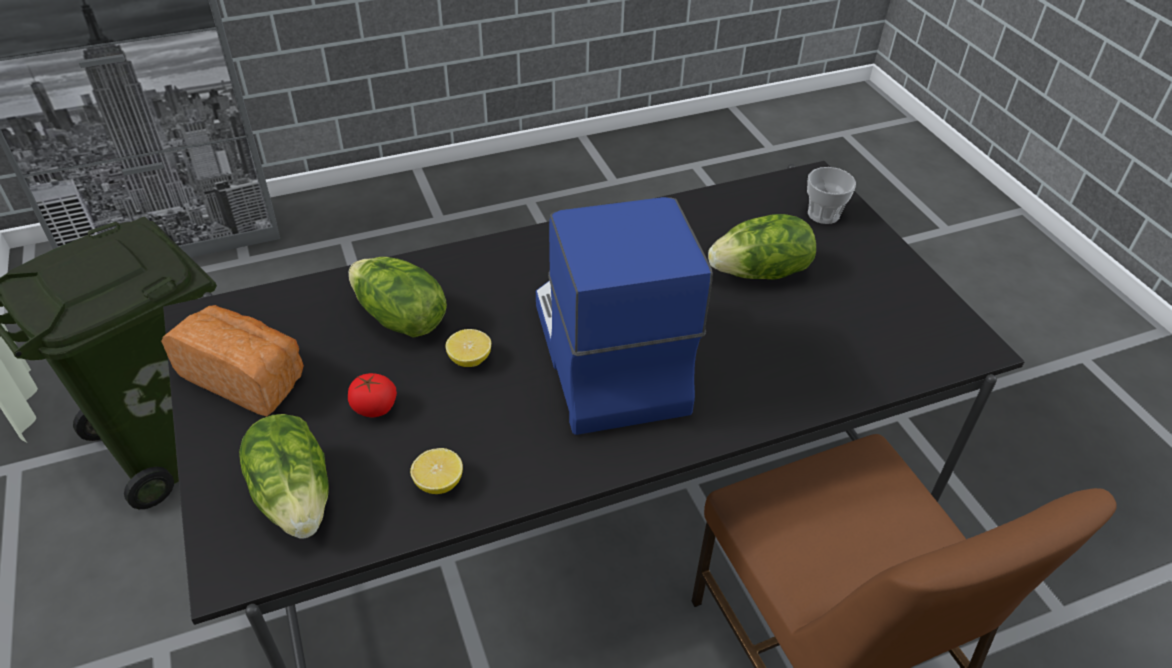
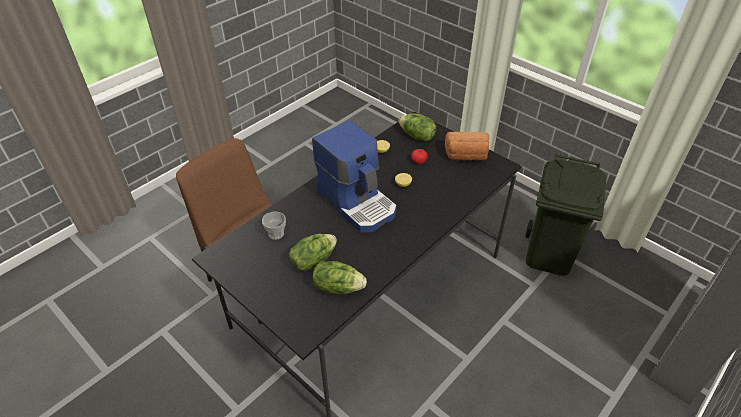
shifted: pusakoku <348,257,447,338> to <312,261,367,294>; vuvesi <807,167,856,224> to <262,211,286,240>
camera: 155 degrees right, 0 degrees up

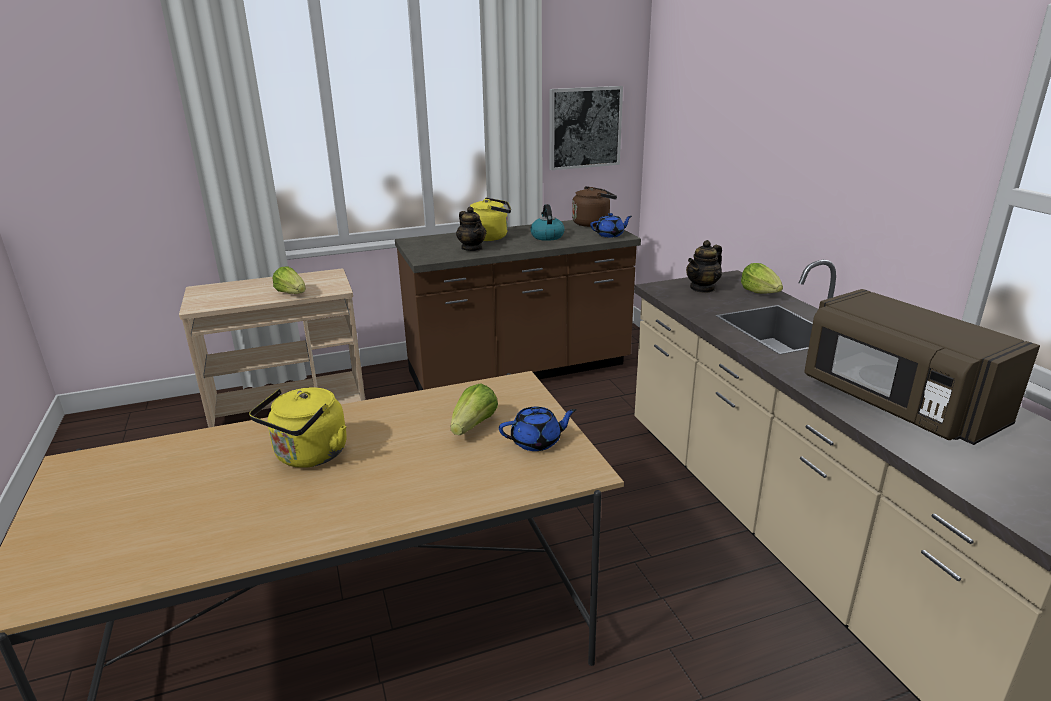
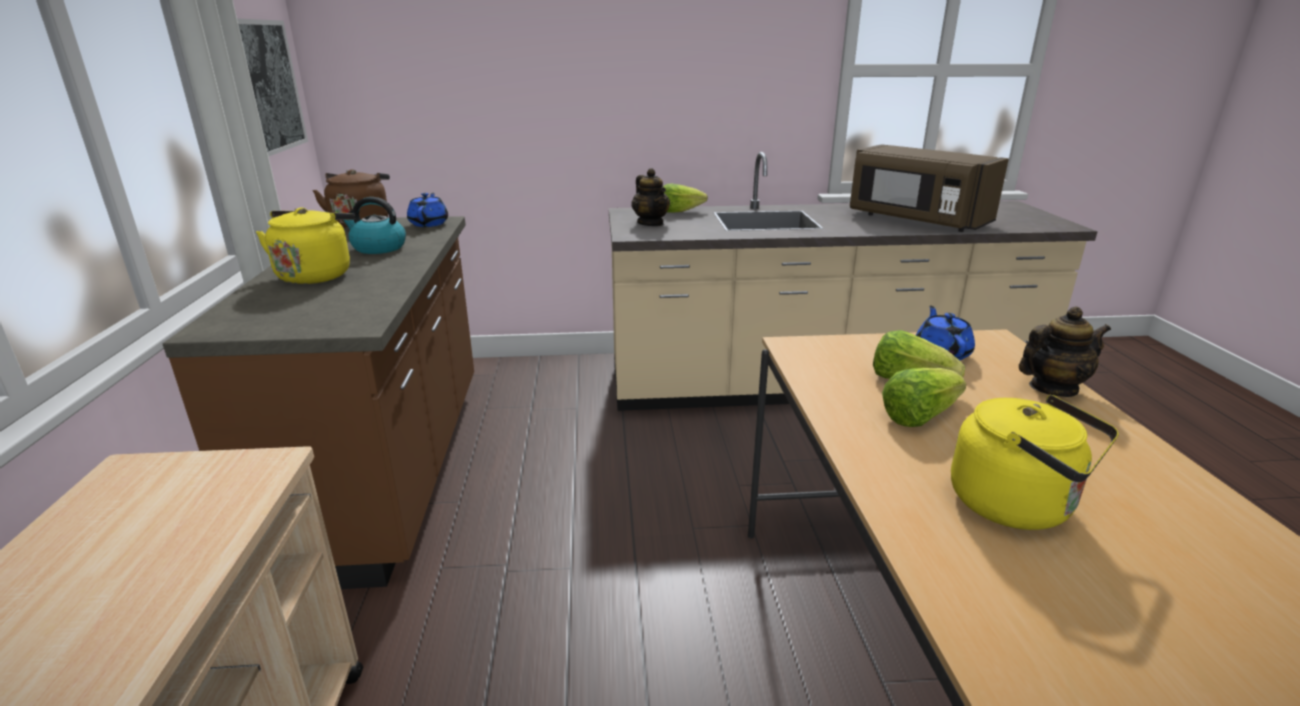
shifted: pusakoku <273,266,306,294> to <882,368,967,427>; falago <456,207,486,251> to <1019,306,1111,397>
rotated: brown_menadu <804,289,1040,445> = <850,144,1009,232> 60 degrees clockwise
camera: 75 degrees left, 0 degrees up

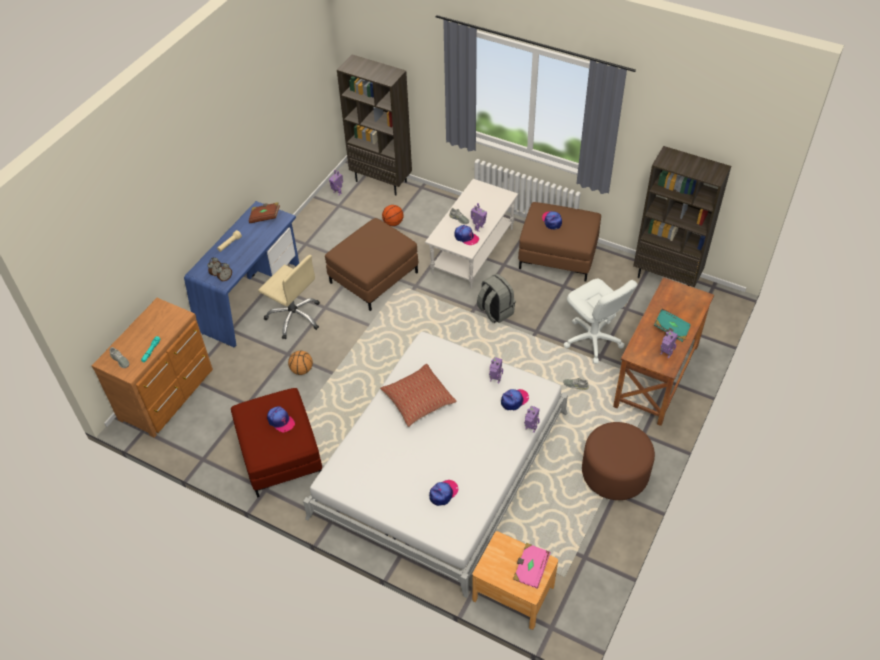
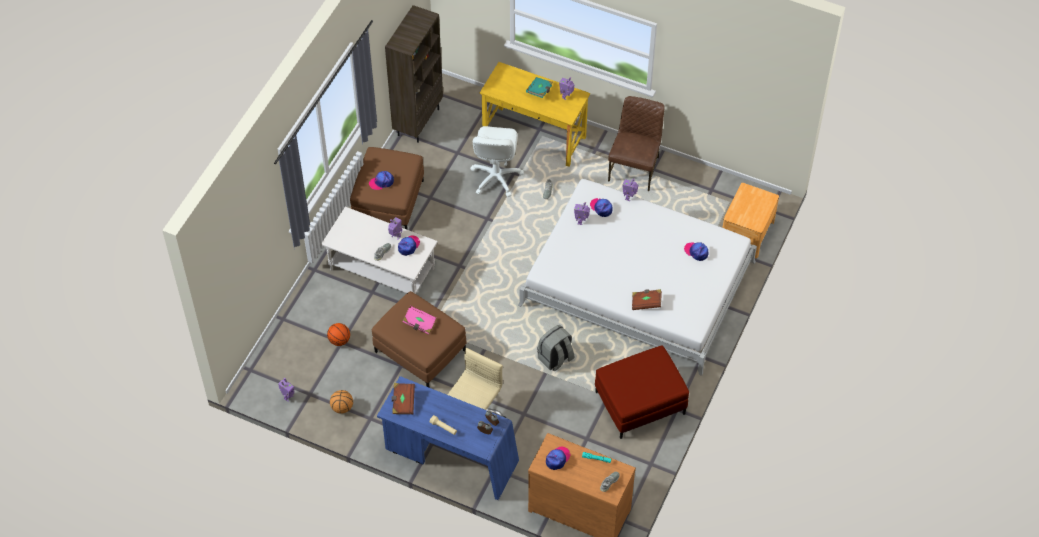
gone: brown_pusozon <337,54,412,195>; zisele <380,364,457,427>
new: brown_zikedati <632,289,662,310>
shifted: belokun <267,406,295,432> to <546,447,570,470>; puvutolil <288,351,313,375> to <330,390,353,414>; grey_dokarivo <477,274,516,323> to <537,325,575,371>; pink_zikedati <513,543,551,589> to <403,305,436,335>
swapped: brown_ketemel <582,422,655,500> to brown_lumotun <608,96,665,191>
repainted: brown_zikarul <613,277,714,426> to yellow_zikarul <480,62,590,167>
rotated: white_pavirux <563,279,638,364> = <470,126,524,197> 135 degrees clockwise
camera: 95 degrees left, 5 degrees up

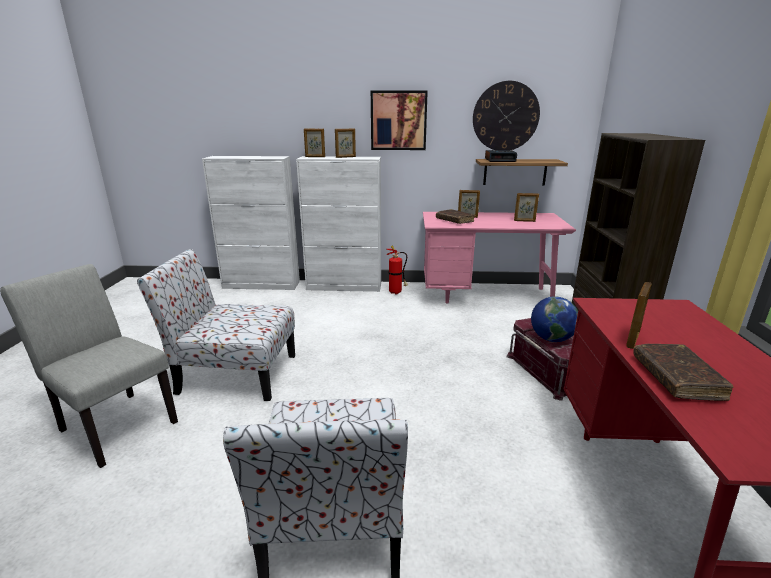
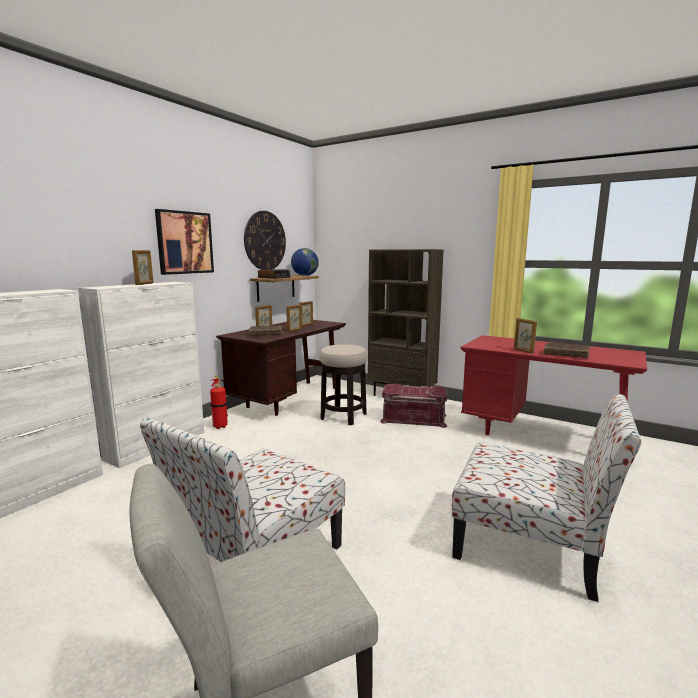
new: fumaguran <319,344,368,425>
shifted: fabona <304,129,325,157> to <286,305,302,332>; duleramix <531,296,578,342> to <291,248,319,276>
repainted: pink_zikarul <423,212,576,304> to brown_zikarul <216,320,346,416>
camera: 60 degrees left, 10 degrees down

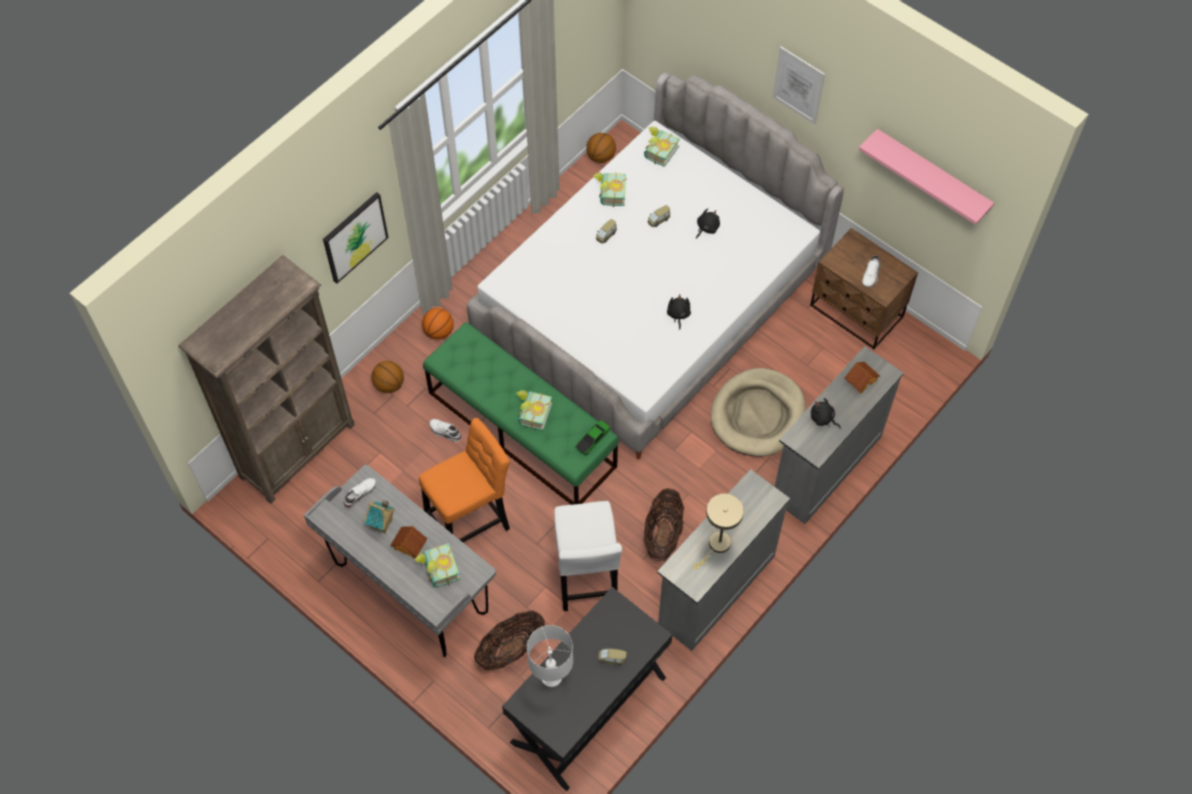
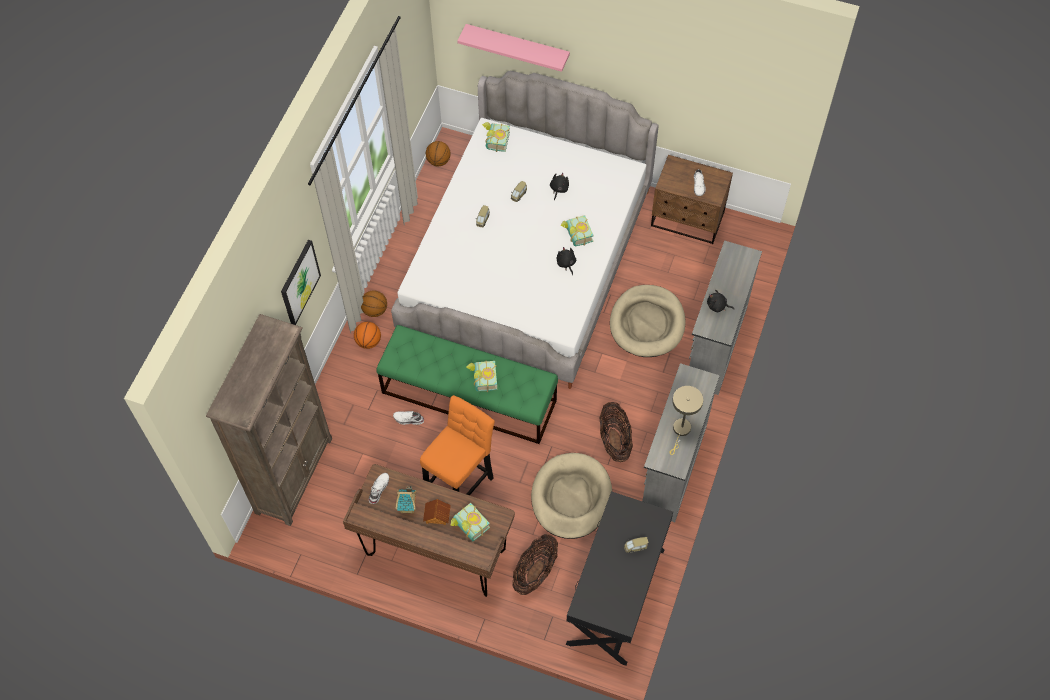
gone: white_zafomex <527,625,573,687>; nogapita <575,420,610,455>; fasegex <773,47,825,124>; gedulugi <845,362,880,393>
shifted: puvutolil <371,361,404,393> to <361,290,387,317>; zikedati <593,172,627,207> to <561,215,594,247>; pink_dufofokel <859,129,994,225> to <457,24,570,72>
swapped: white_fumaguran <554,501,622,611> to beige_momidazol <531,453,612,539>
repainted: grey_zikarul <304,465,496,657> to brown_zikarul <343,464,515,597>
camera: 20 degrees left, 0 degrees up

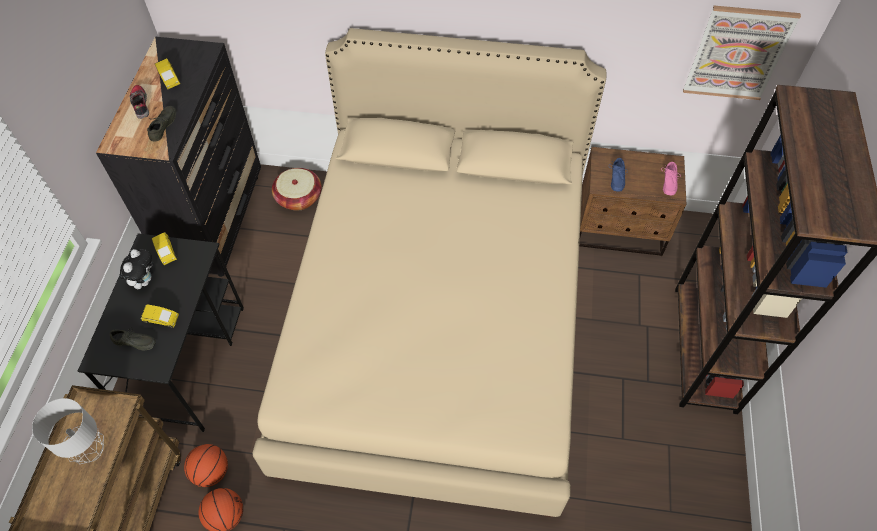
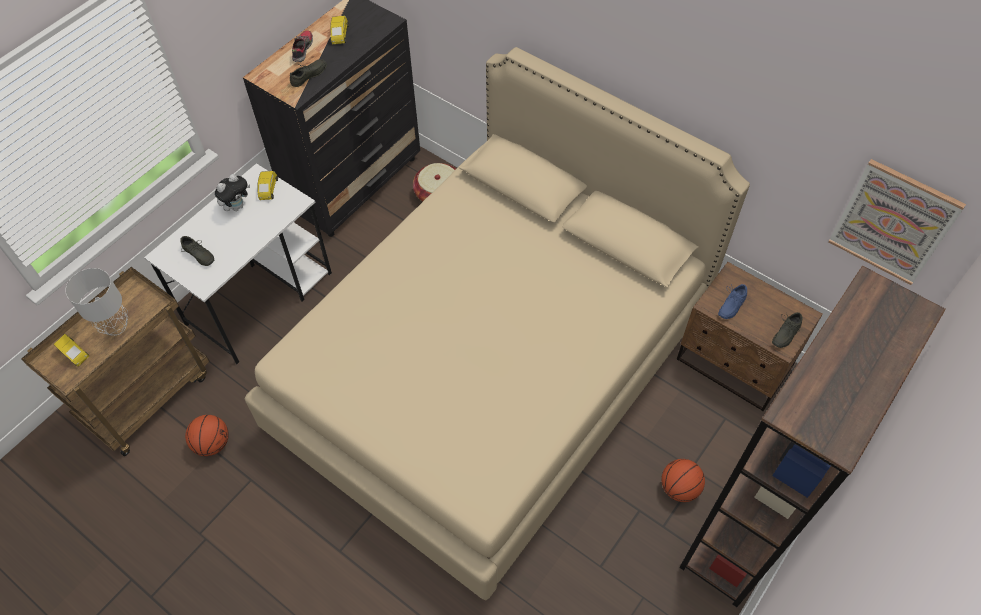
shifted: yellow_nogapita <141,304,179,328> to <53,334,90,367>; puvutolil <184,444,228,487> to <661,459,705,502>
repainted: black_zikarul <78,233,244,432> to white_zikarul <144,163,332,364>; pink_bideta <661,162,681,195> to grey_bideta <772,312,802,348>
camera: 30 degrees right, 0 degrees up

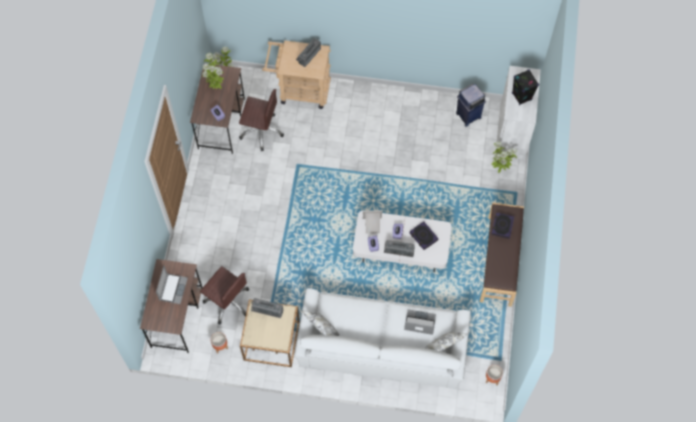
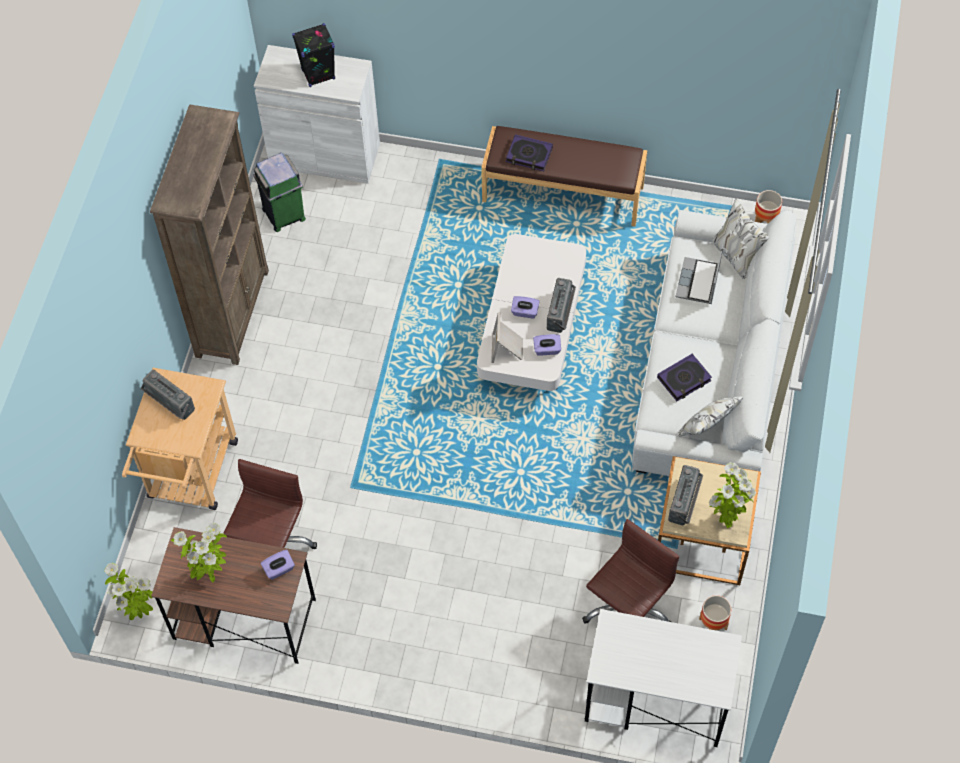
gone: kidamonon <156,266,188,304>
new: brown_pusozon <150,104,269,365>
shifted: zikedati <409,221,439,250> to <657,354,712,401>; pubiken <491,142,517,173> to <709,462,756,528>
repainted: brown_zikarul <140,259,203,353> to white_zikarul <585,609,742,747>; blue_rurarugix <456,83,486,127> to green_rurarugix <253,153,306,232>
camera: 85 degrees left, 5 degrees down

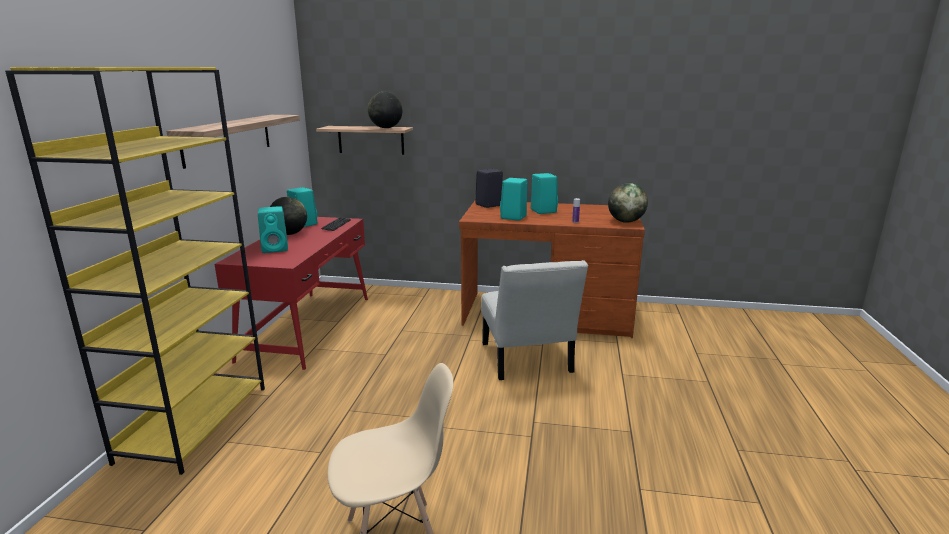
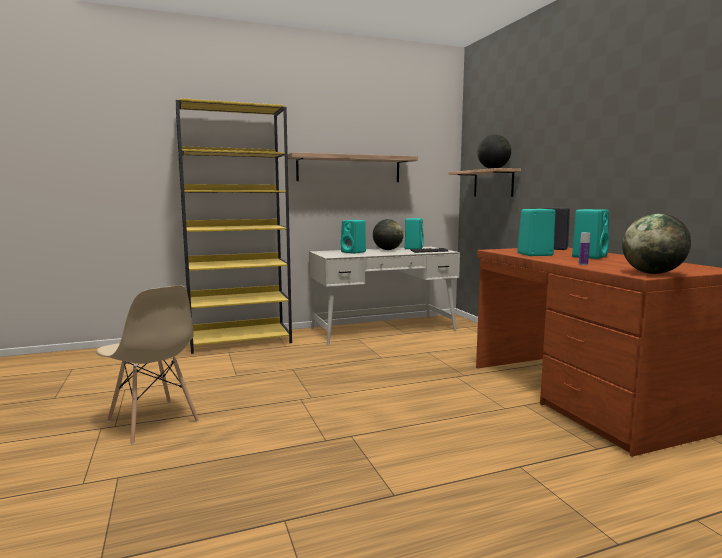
gone: white_lumotun <481,260,588,380>
repainted: red_zikarul <214,217,368,370> to white_zikarul <309,247,460,345>
camera: 60 degrees right, 10 degrees down

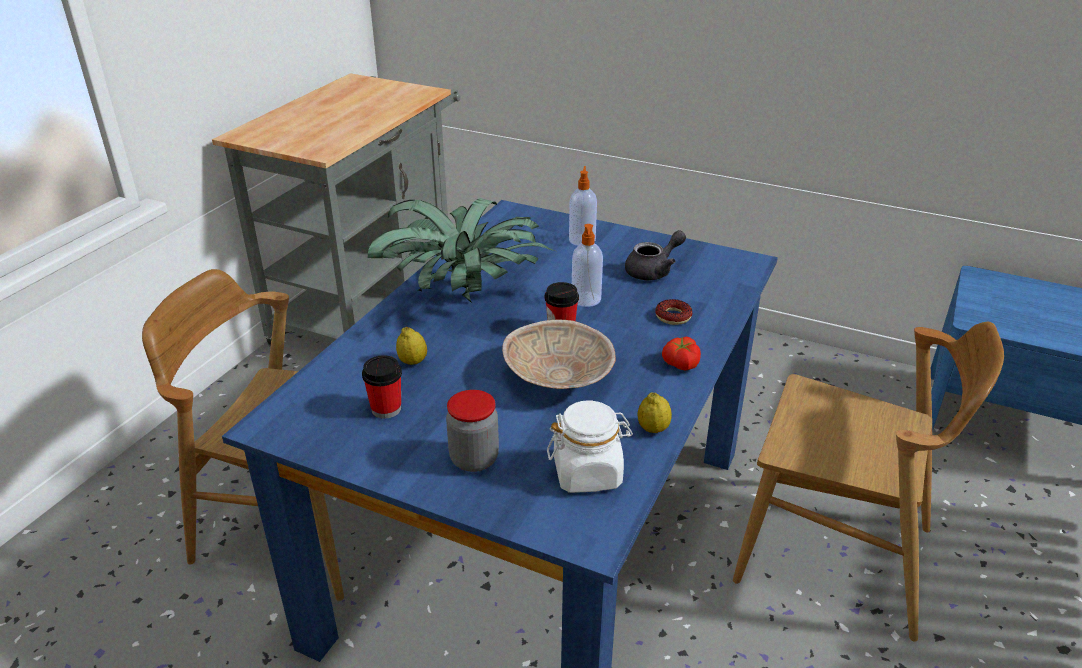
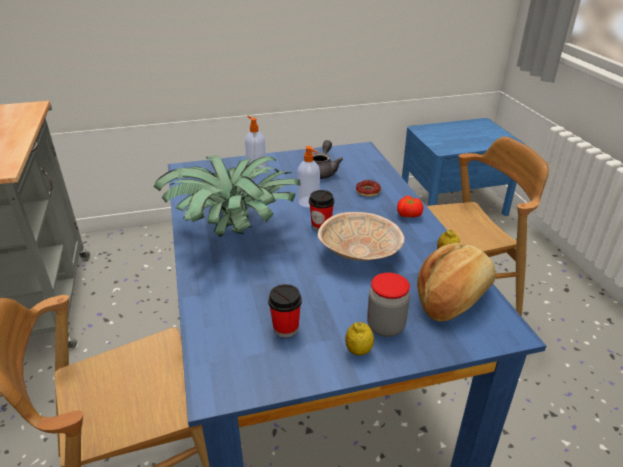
shifted: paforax <396,327,427,365> to <345,322,374,356>
swapped: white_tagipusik <547,400,633,493> to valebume <417,243,496,322>
camera: 40 degrees left, 0 degrees up

